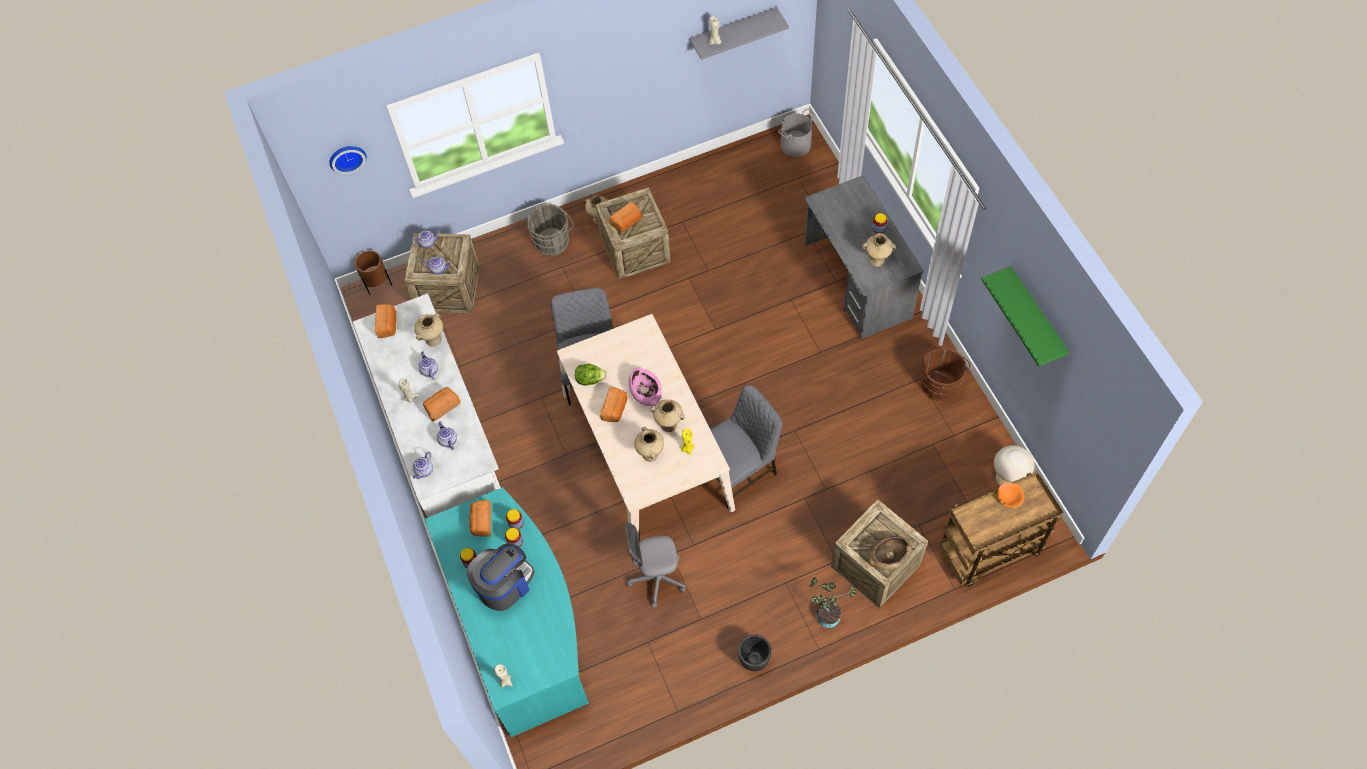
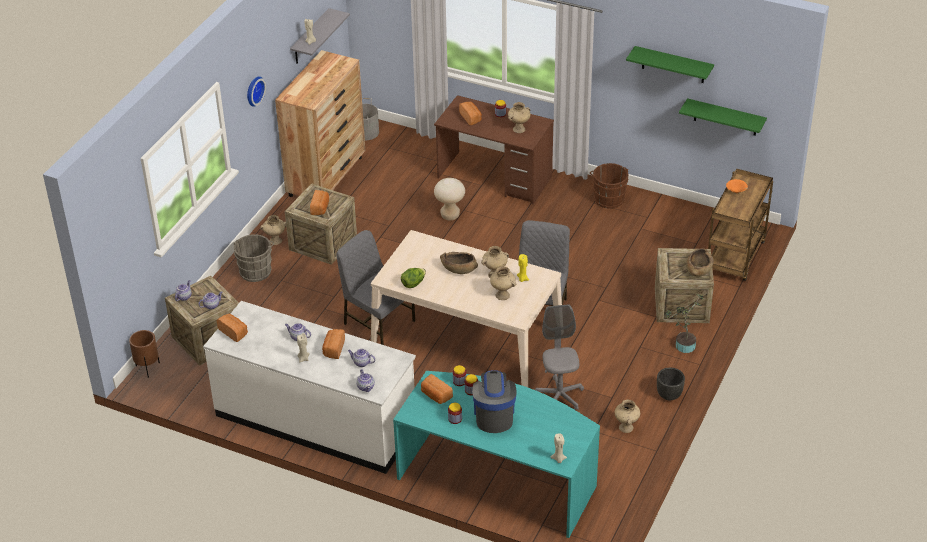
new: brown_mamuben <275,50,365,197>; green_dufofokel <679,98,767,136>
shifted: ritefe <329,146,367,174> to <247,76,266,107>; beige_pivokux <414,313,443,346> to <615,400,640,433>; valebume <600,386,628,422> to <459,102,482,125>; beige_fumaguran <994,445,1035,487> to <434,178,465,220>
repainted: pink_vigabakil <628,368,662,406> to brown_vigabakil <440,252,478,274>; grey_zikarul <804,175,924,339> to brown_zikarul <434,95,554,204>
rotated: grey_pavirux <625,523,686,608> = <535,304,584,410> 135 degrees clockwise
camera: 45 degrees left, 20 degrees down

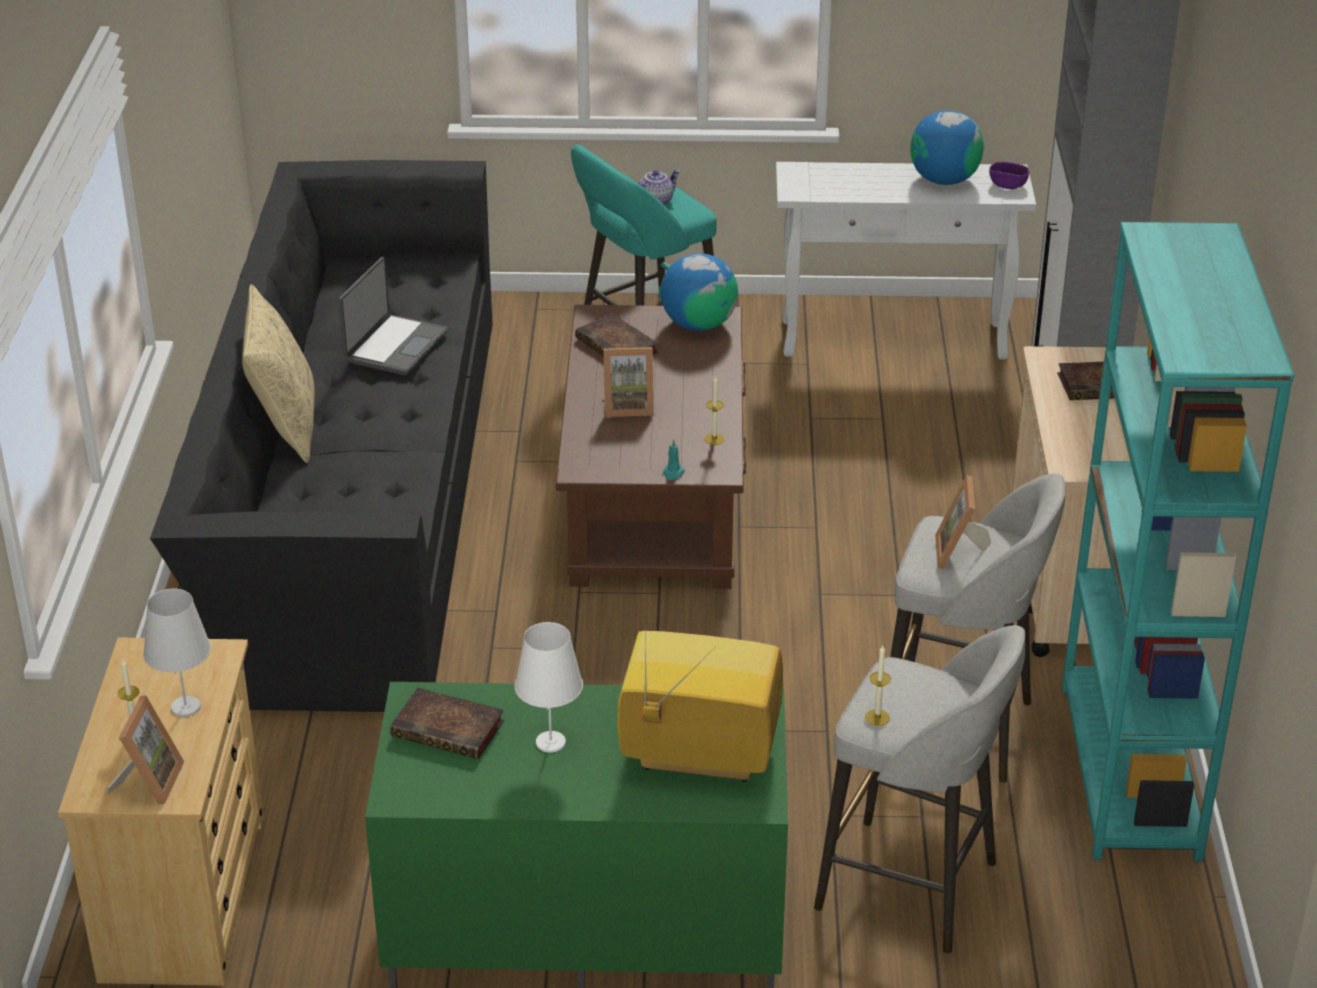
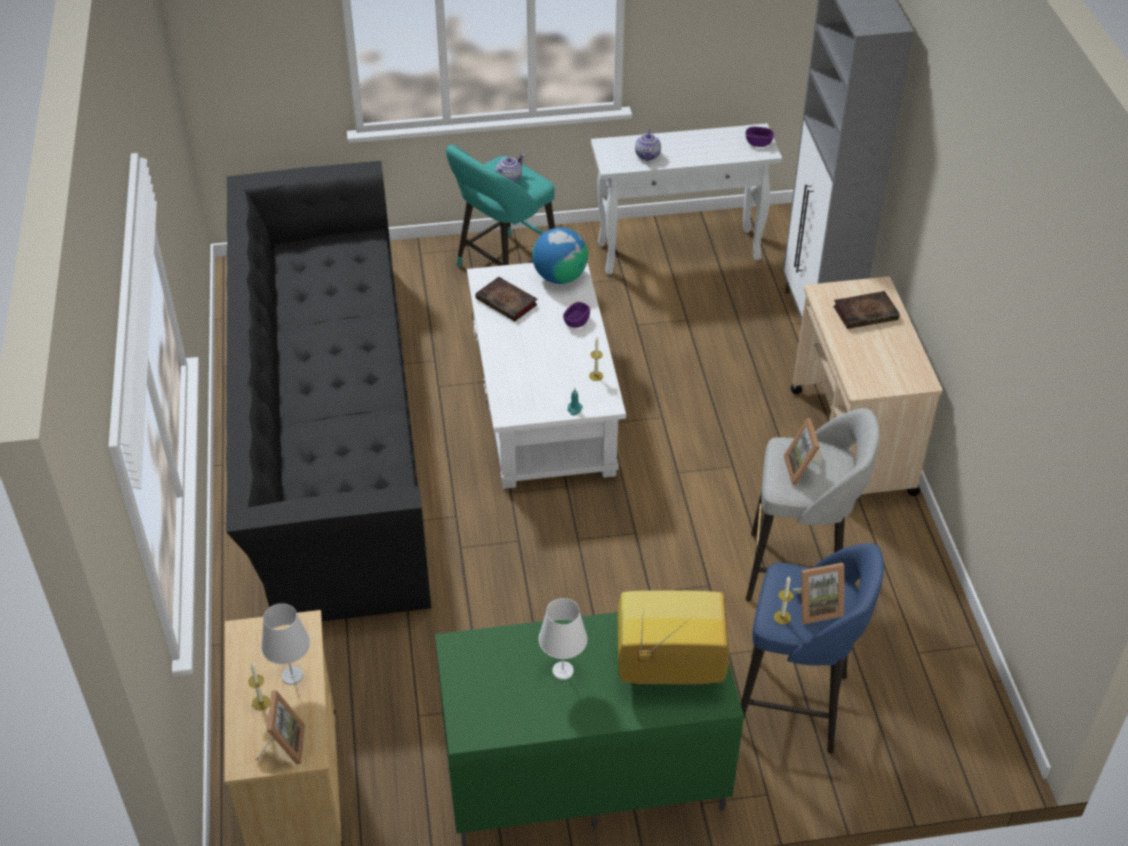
gone: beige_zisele <242,284,315,463>; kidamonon <339,257,448,375>; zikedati <390,688,504,759>; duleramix <911,110,984,185>; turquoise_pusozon <1062,222,1294,862>
new: purple_vigabakil <563,302,590,328>; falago <635,128,661,161>
shifted: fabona <603,347,654,417> to <793,563,844,624>
repainted: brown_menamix <556,305,746,589> to white_menamix <467,262,626,489>; grey_fumaguran <814,625,1025,954> to blue_fumaguran <741,543,884,754>
camera: 10 degrees left, 10 degrees up

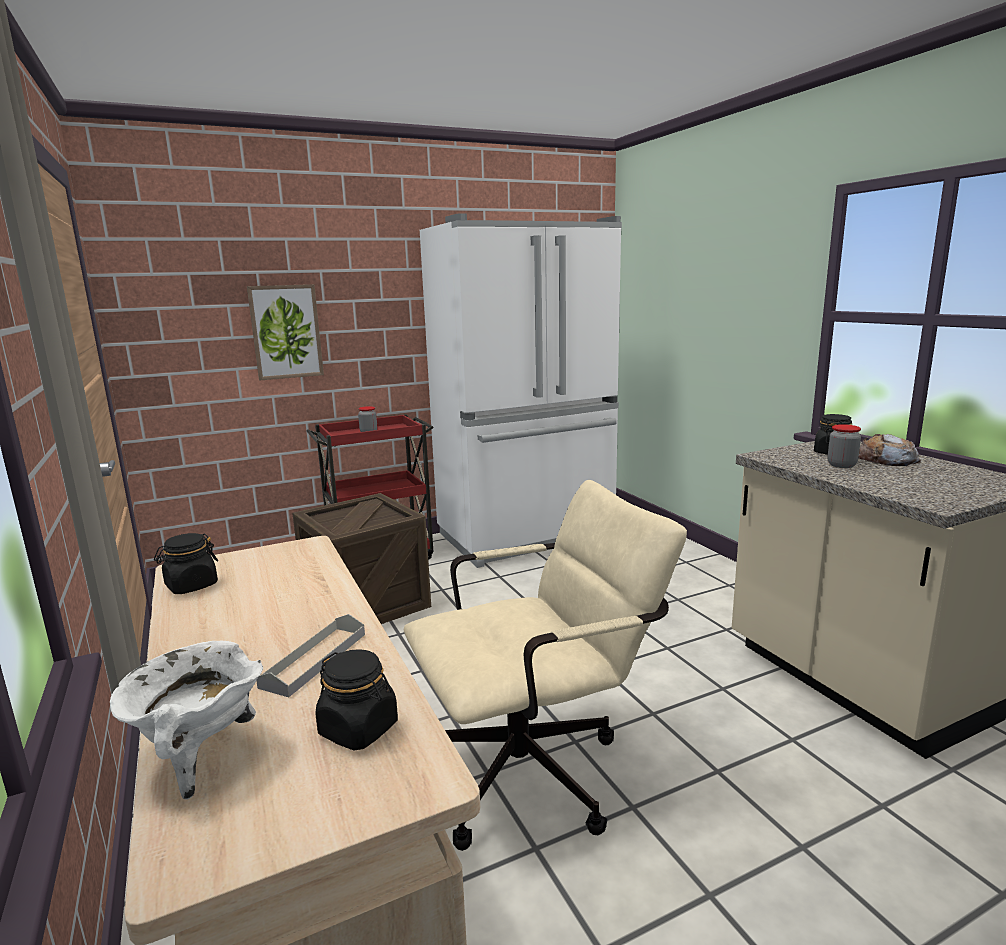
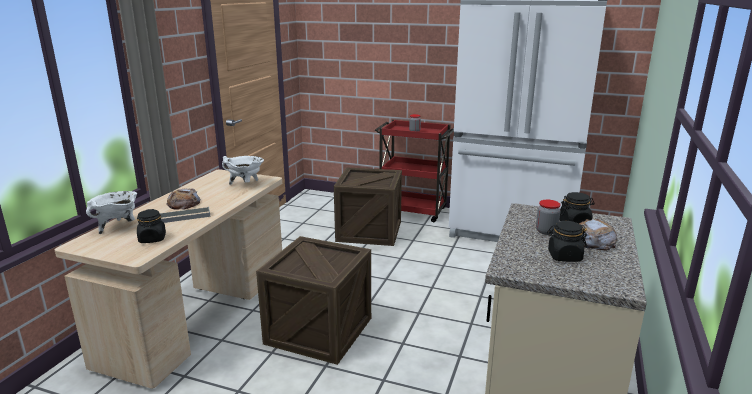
gone: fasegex <247,284,324,380>
new: valebume <166,189,200,210>; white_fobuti <222,156,264,185>
shifted: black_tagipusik <154,533,218,594> to <547,221,587,262>
swapped: beige_pavirux <404,480,687,851> to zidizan <256,236,371,365>
camera: 45 degrees right, 5 degrees up

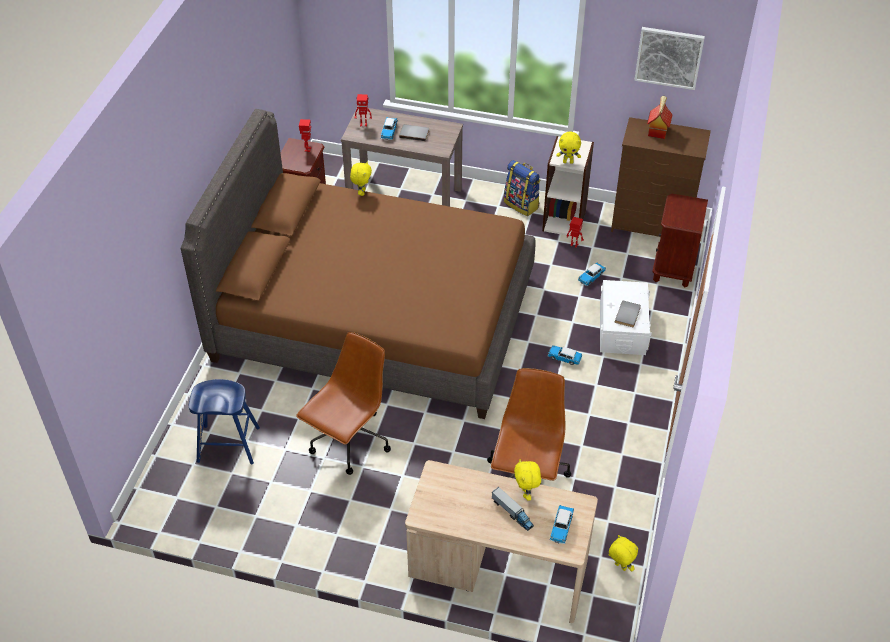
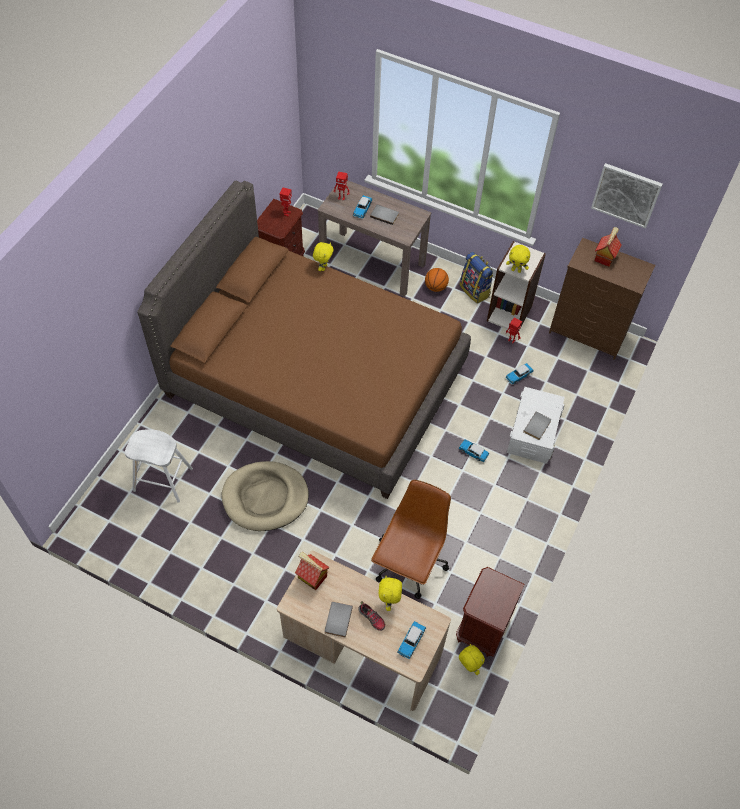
new: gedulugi <295,552,330,590>; grey_zikedati <325,602,353,638>; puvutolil <425,268,449,292>
shifted: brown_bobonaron <652,194,708,288> to <456,567,525,657>
swapped: brown_pavirux <296,332,391,475> to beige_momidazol <222,461,309,531>; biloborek <492,487,534,531> to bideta <358,601,385,631>
repainted: blue_fumaguran <189,379,260,464> to white_fumaguran <125,429,193,503>
camera: 10 degrees right, 10 degrees up

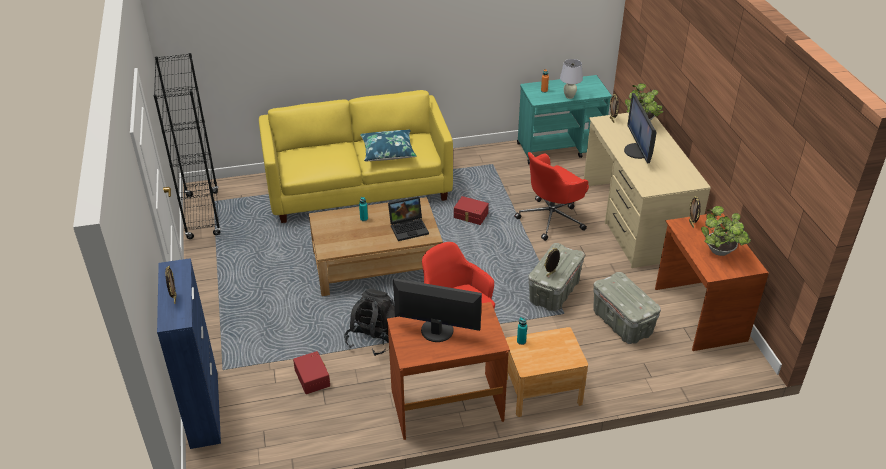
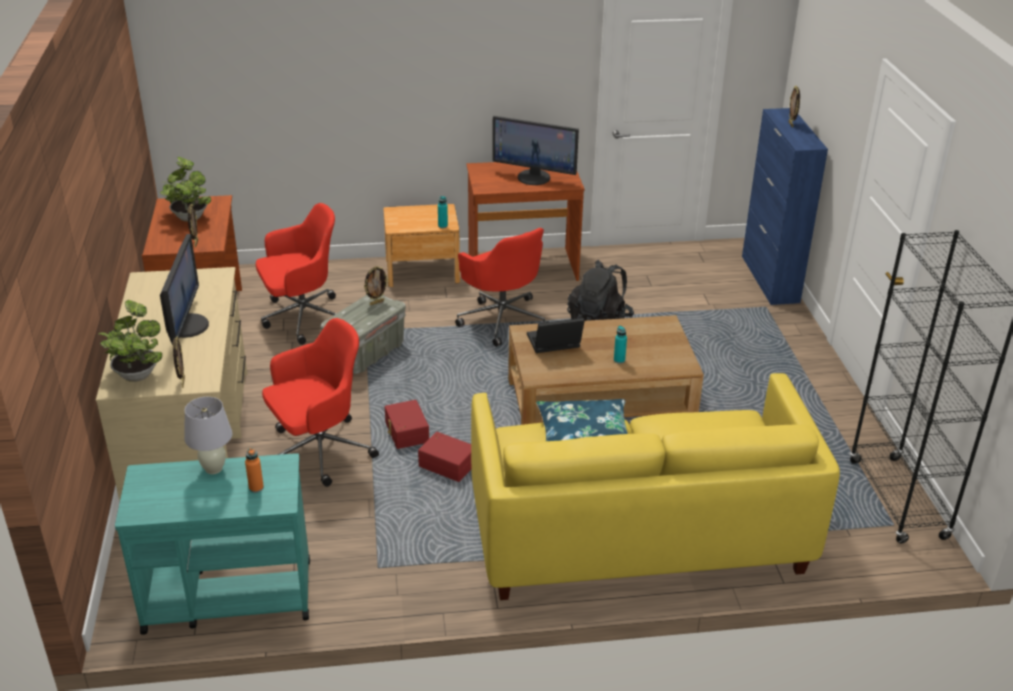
shifted: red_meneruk <293,351,330,394> to <385,400,429,449>
swapped: grey_meneruk <593,272,661,344> to red_pavirux <256,203,337,345>
camera: 175 degrees left, 5 degrees down

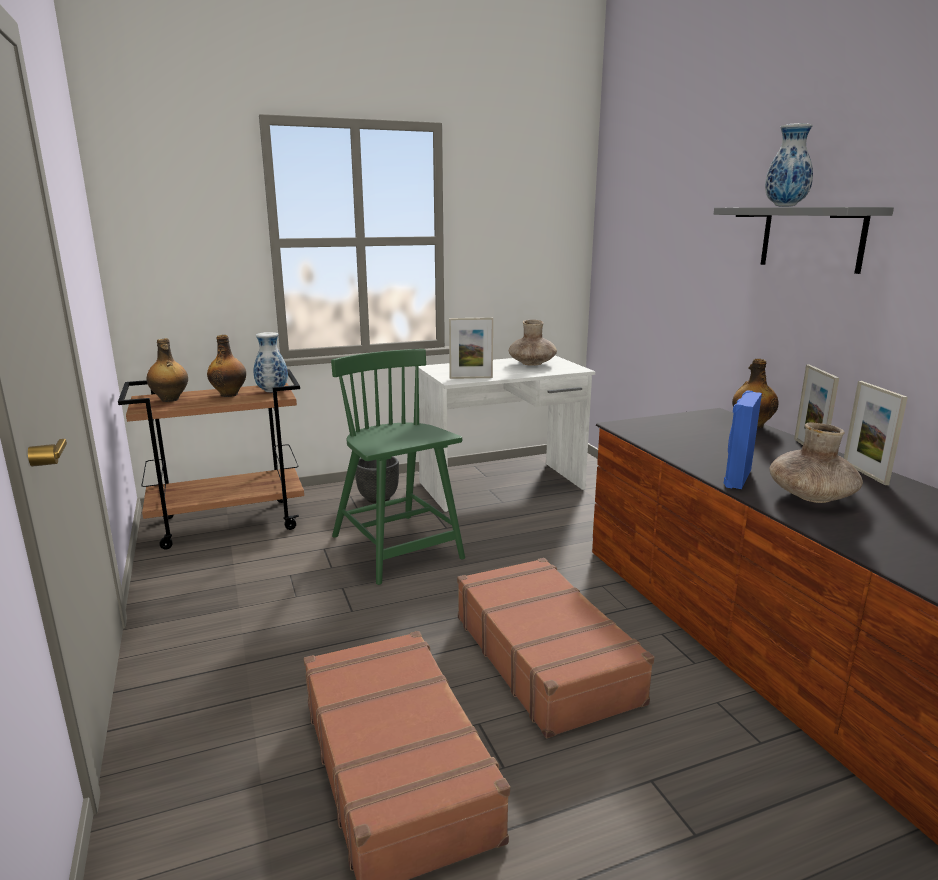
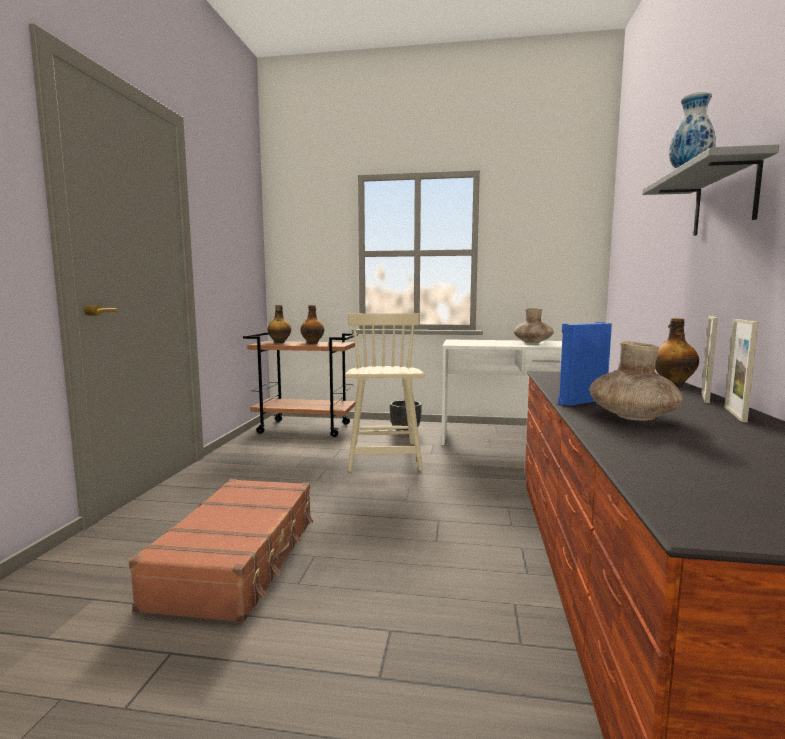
gone: pivokux <253,332,288,392>; fabona <449,318,493,379>; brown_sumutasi <457,558,654,738>
repainted: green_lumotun <331,349,465,585> to beige_lumotun <345,313,425,472>
camera: 30 degrees right, 10 degrees down

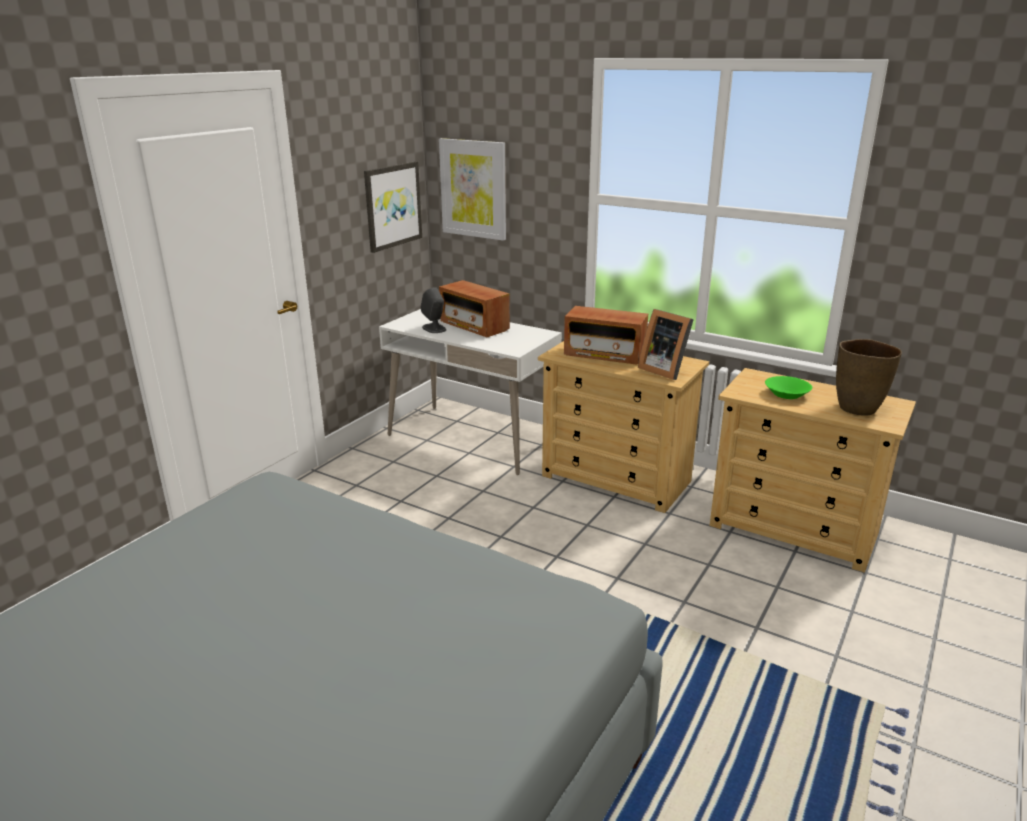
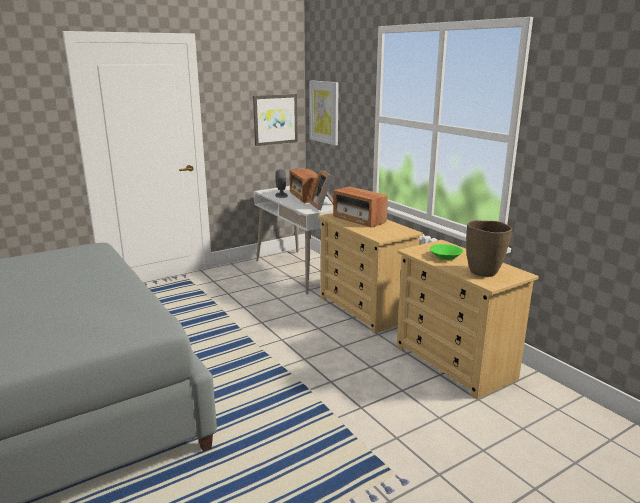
shifted: fabona <638,309,694,380> to <310,170,333,210>
camera: 25 degrees right, 5 degrees down

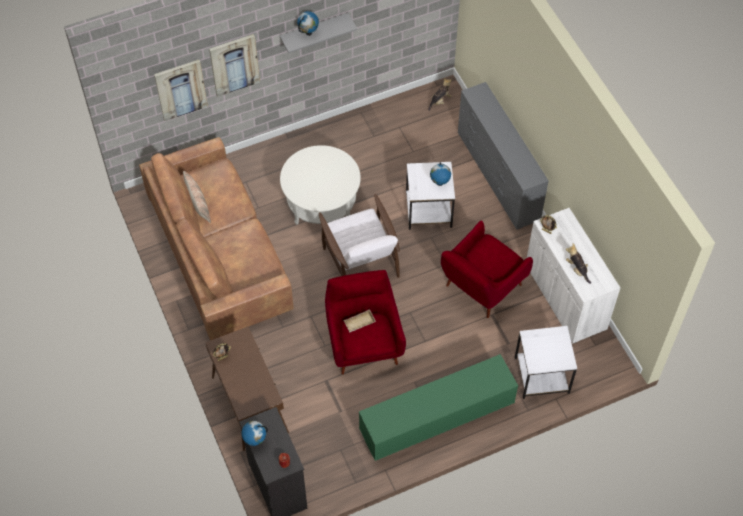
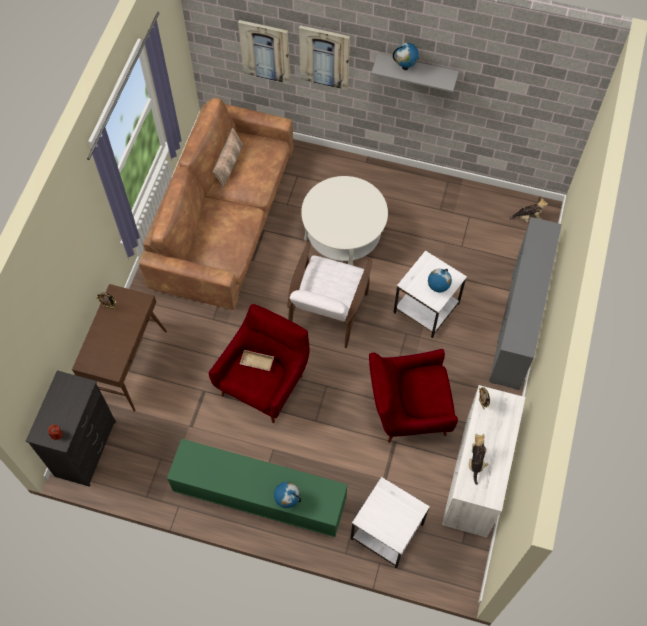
shifted: duleramix <241,421,268,446> to <274,482,301,508>
camera: 40 degrees right, 5 degrees up

